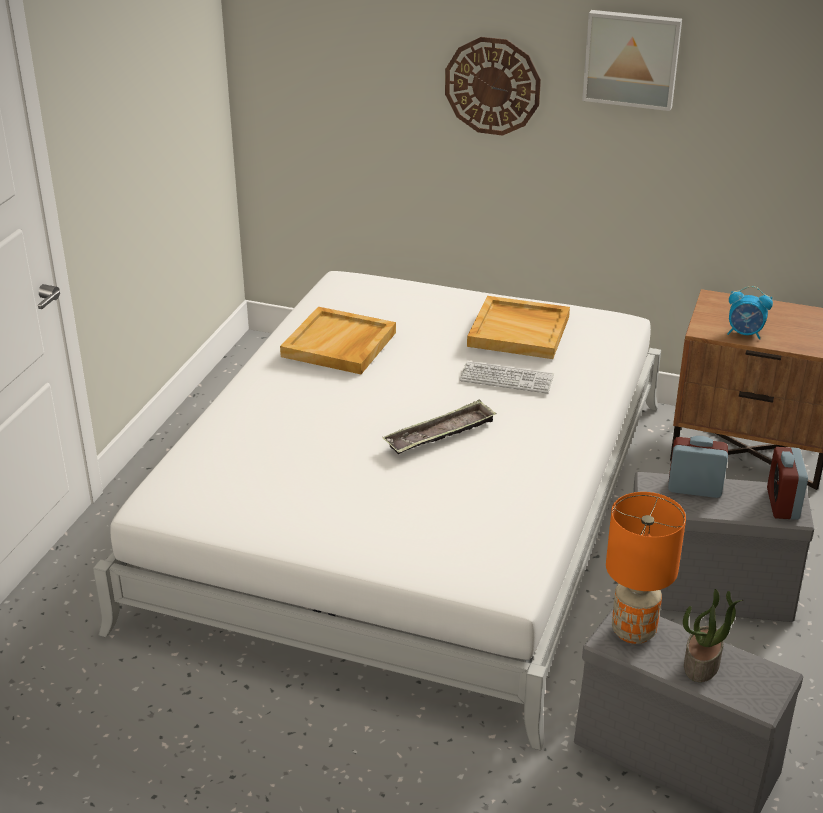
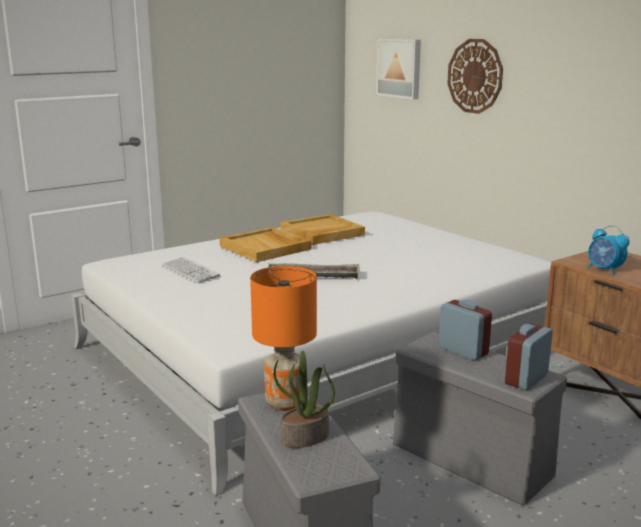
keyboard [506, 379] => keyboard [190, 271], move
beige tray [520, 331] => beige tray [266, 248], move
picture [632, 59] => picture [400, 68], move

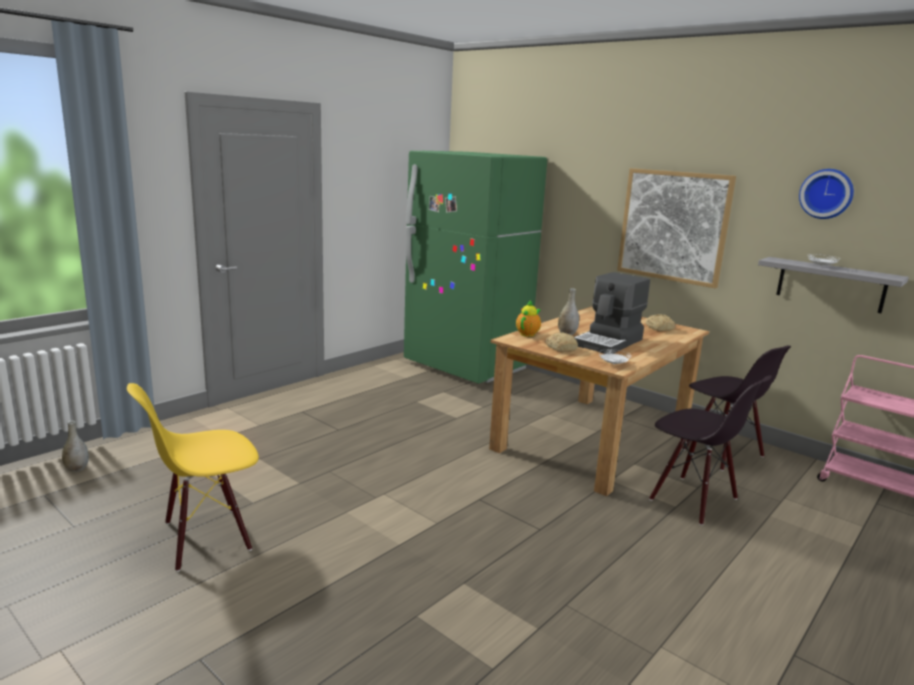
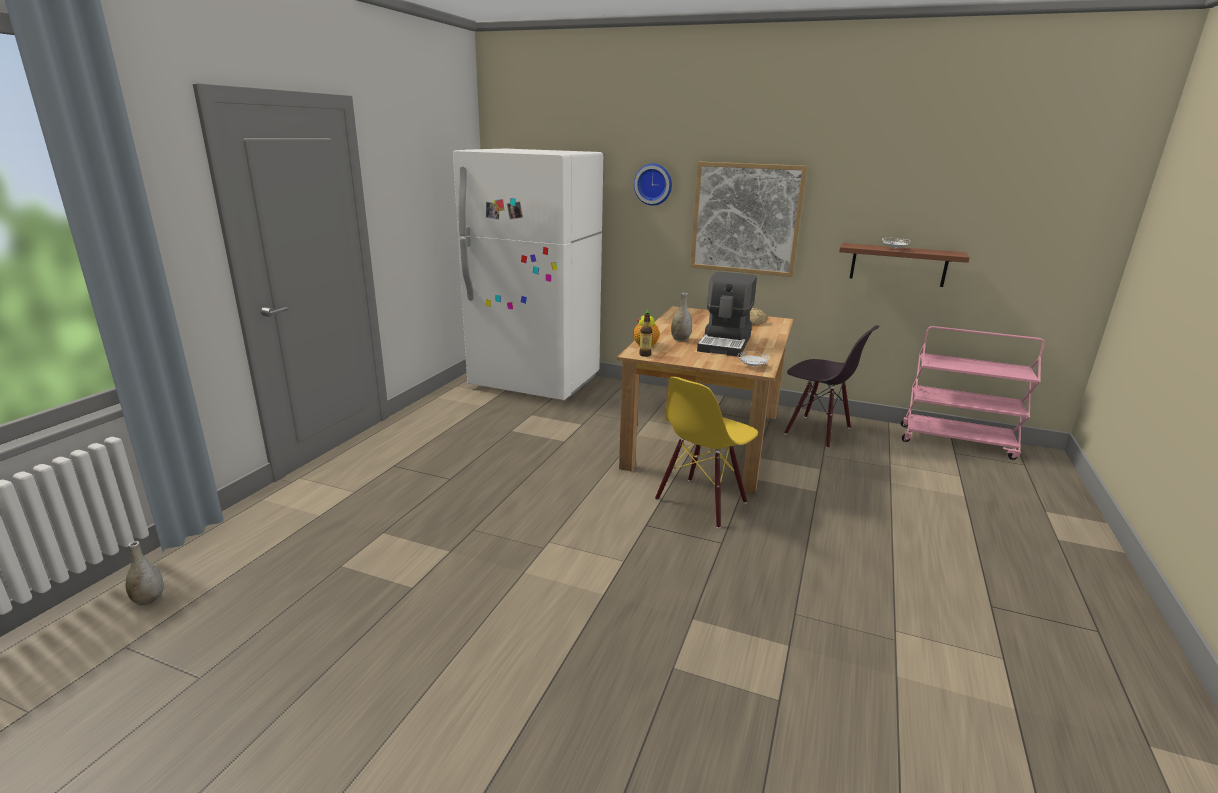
green fridge [466, 366] => white fridge [535, 382]
wall clock [826, 193] => wall clock [653, 184], move
nothing => bottle [645, 355]
yellow chair [206, 537] => yellow chair [701, 502], move
grey shelf [830, 284] => brown shelf [898, 265]
bread [561, 348] => nothing
black chair [693, 500] => nothing

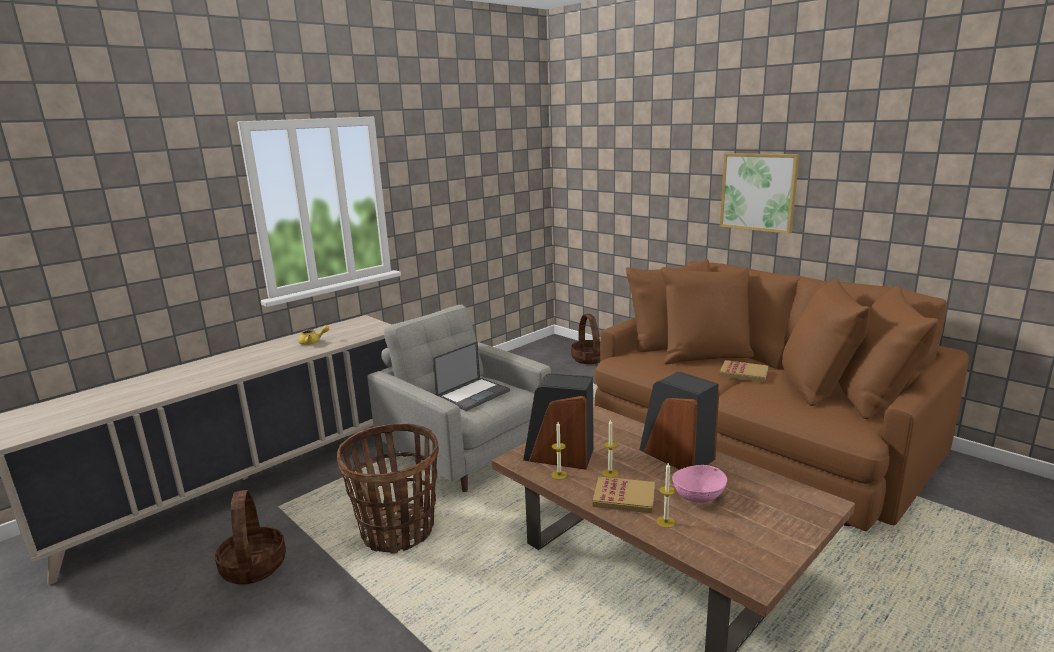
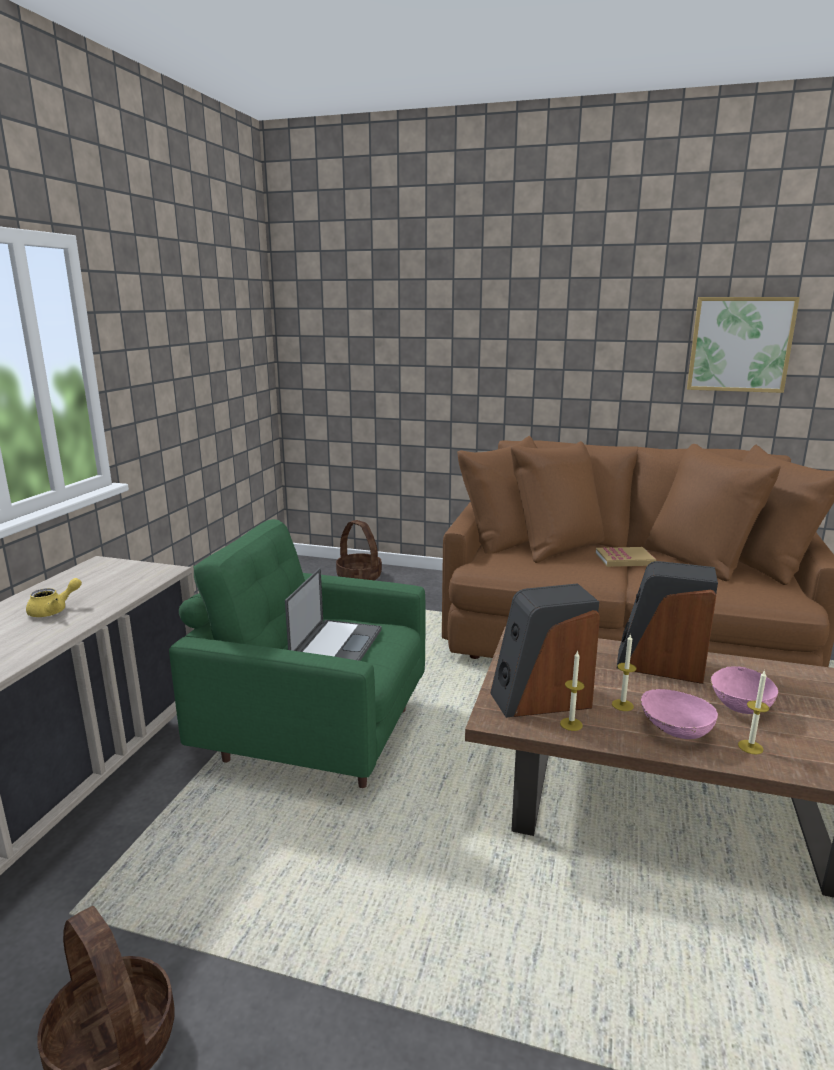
grey armchair [465, 453] => green armchair [314, 733]
book [624, 497] => pink bowl [674, 731]
picture [758, 192] => picture [740, 344], move
basket [398, 530] => nothing

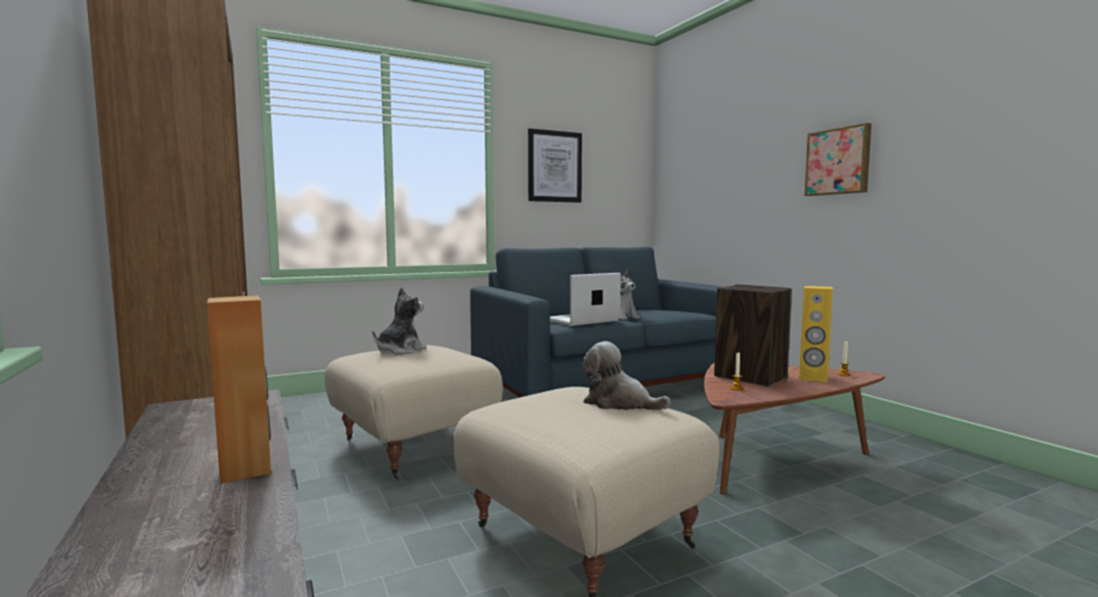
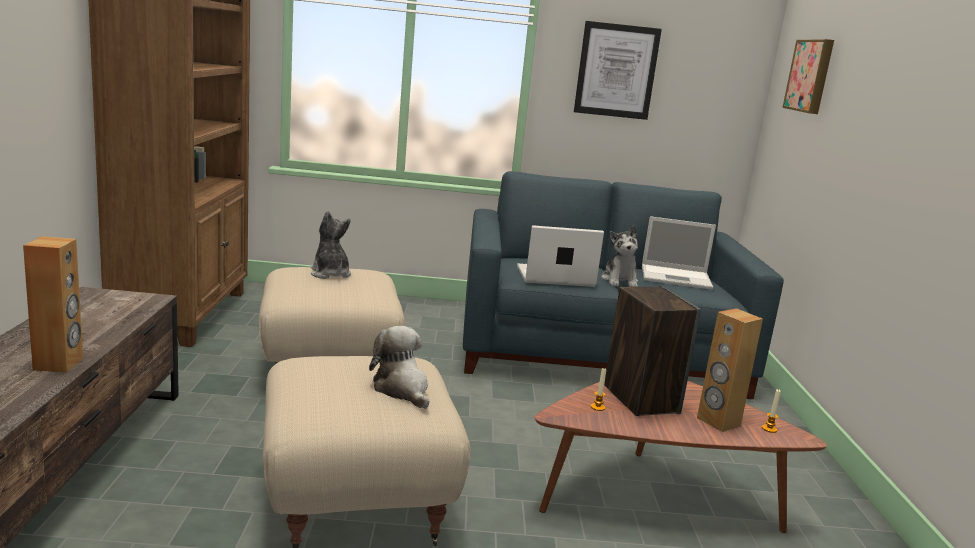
plush toy [400, 350] => plush toy [330, 274], 90 degrees counterclockwise
nothing => laptop [677, 277]
yellow speaker [813, 378] => brown speaker [718, 422]
picture [838, 161] => picture [811, 76], move

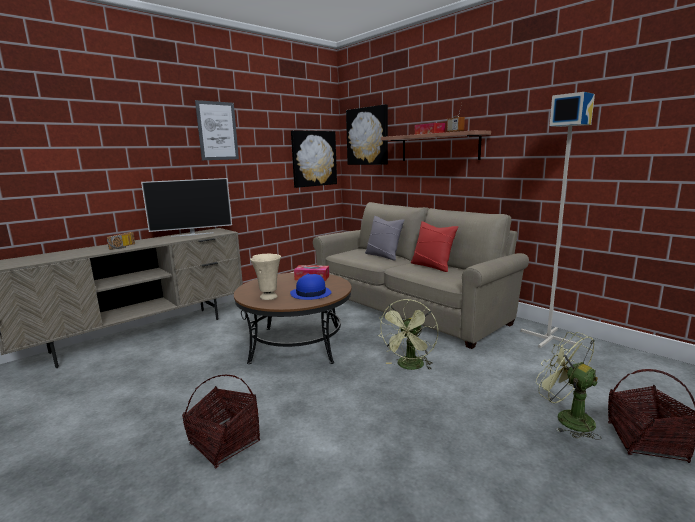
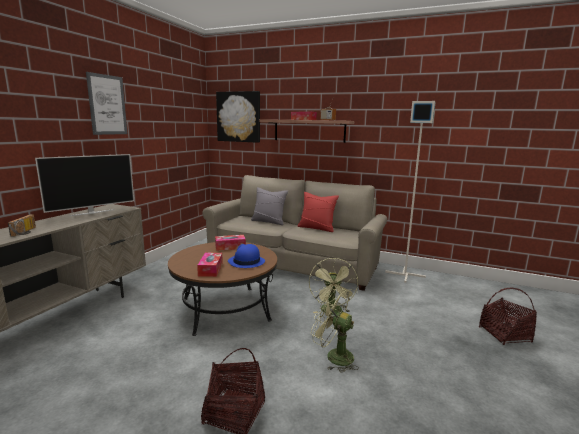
beige vase [268, 297] => tissue box [210, 269]
green fan [566, 418] => green fan [333, 356], move
picture [314, 158] => nothing

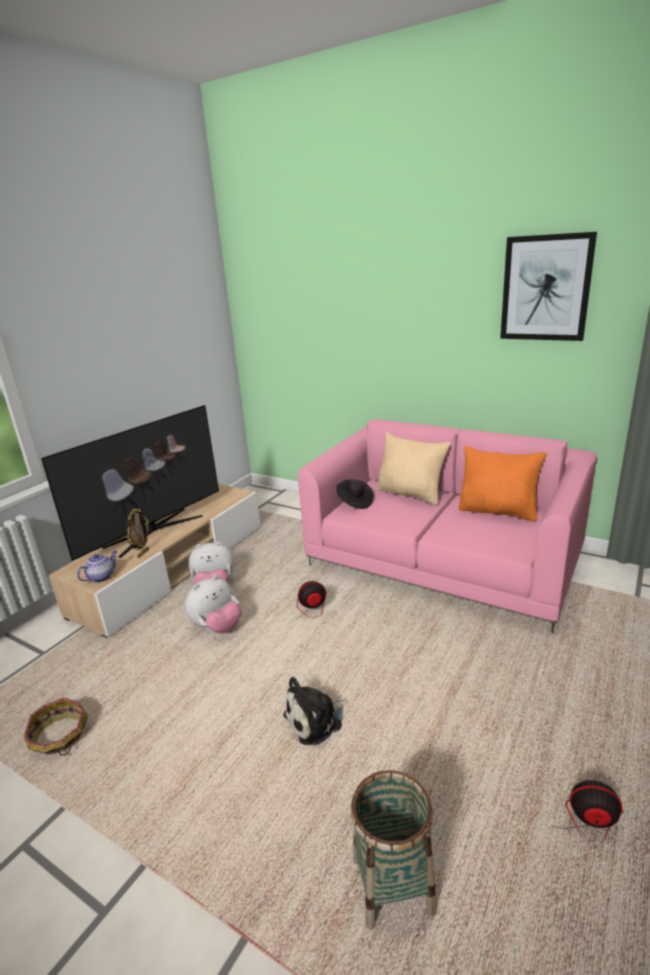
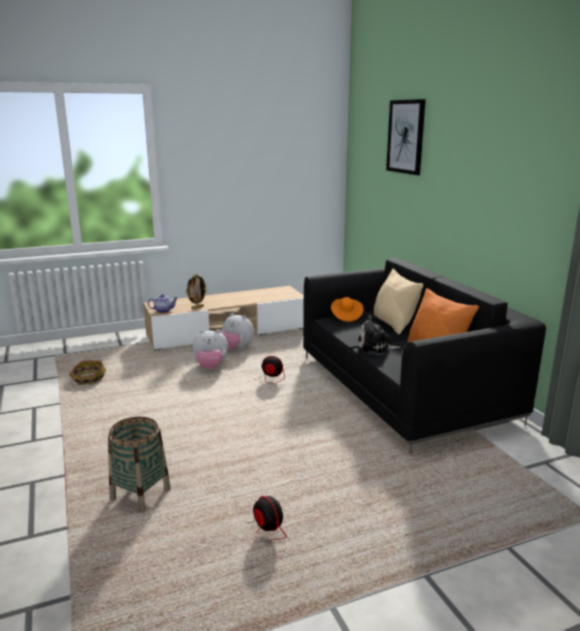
pink sofa [444, 559] => black sofa [404, 388]
black hat [354, 502] => orange hat [346, 316]
plush toy [316, 720] => plush toy [376, 348], move
picture [545, 288] => picture [406, 137], move
television [153, 531] => nothing

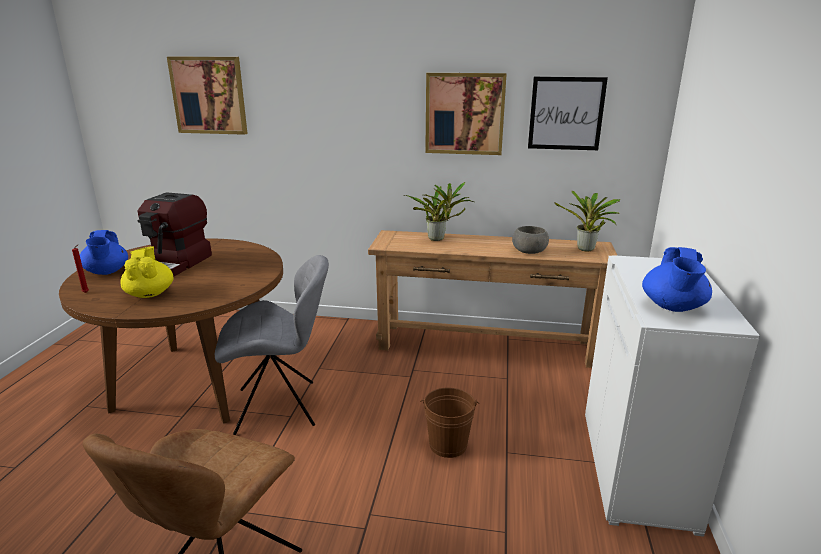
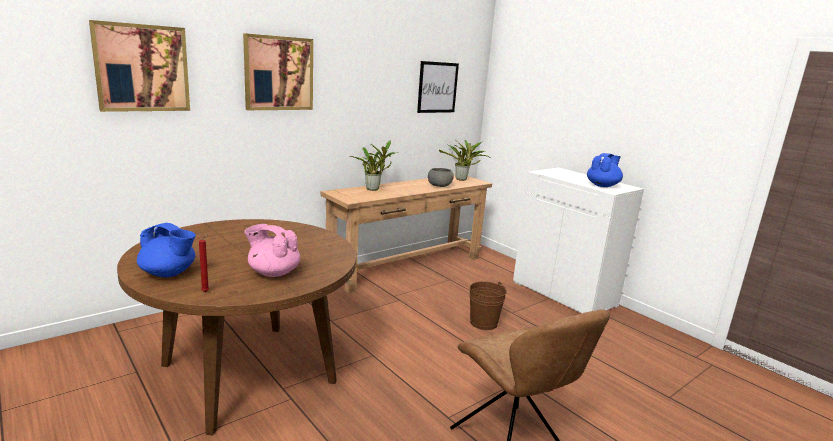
picture [464, 114] => picture [278, 73], move
yellow teapot [150, 293] => pink teapot [273, 272]
blue teapot [673, 307] => blue teapot [603, 186], 105 degrees counterclockwise
coffee machine [175, 264] => nothing
grey chair [280, 407] => nothing

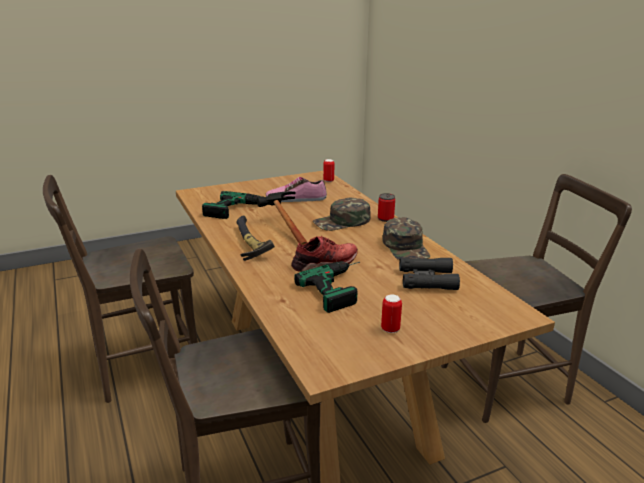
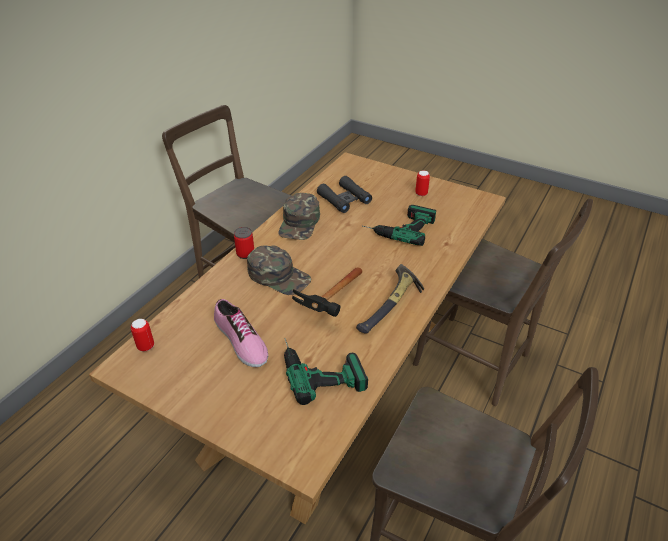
green cap [406, 247] => green cap [300, 223], 150 degrees clockwise
red shoe [325, 263] => nothing

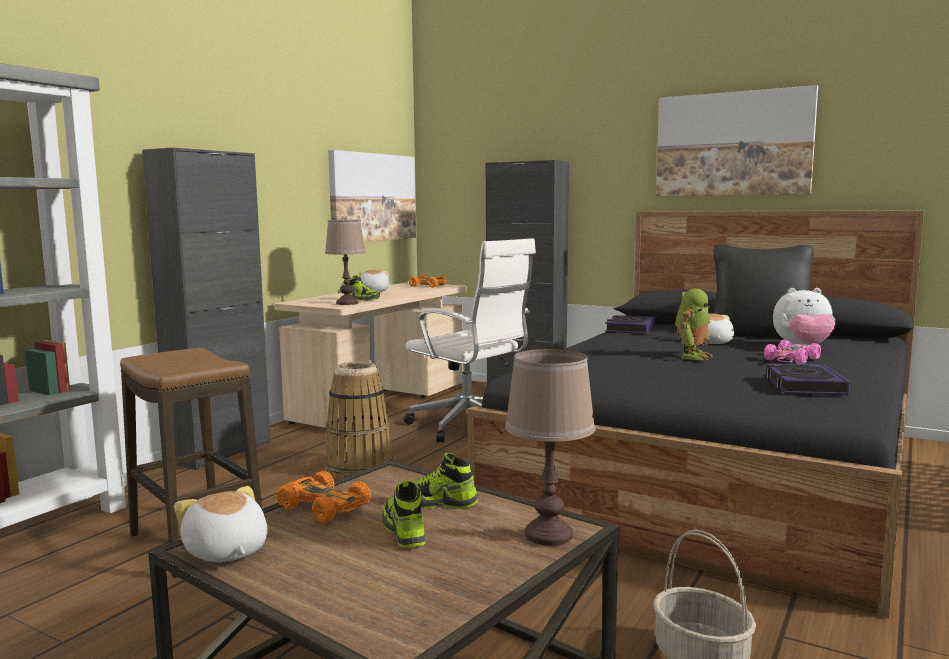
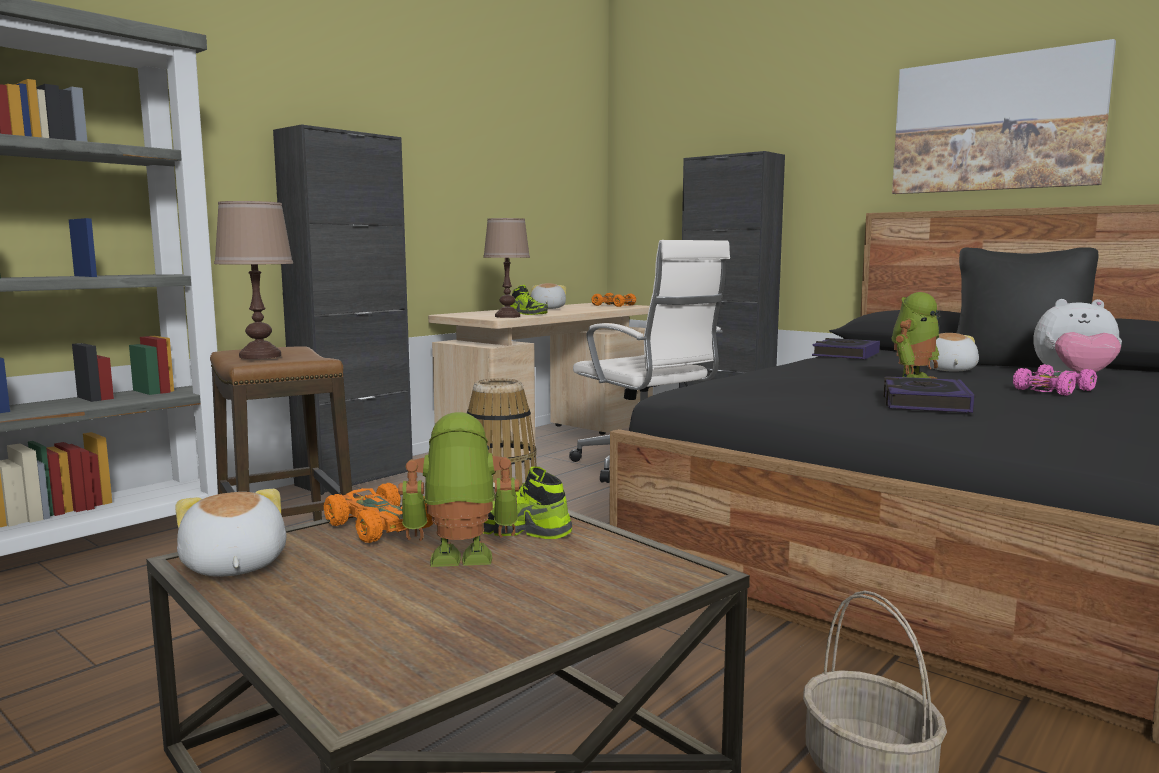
brown table lamp [549, 534] => brown table lamp [261, 356], move
shoe [403, 531] => toy robot [460, 559]
book [803, 386] => book [924, 403], move
picture [372, 197] => nothing

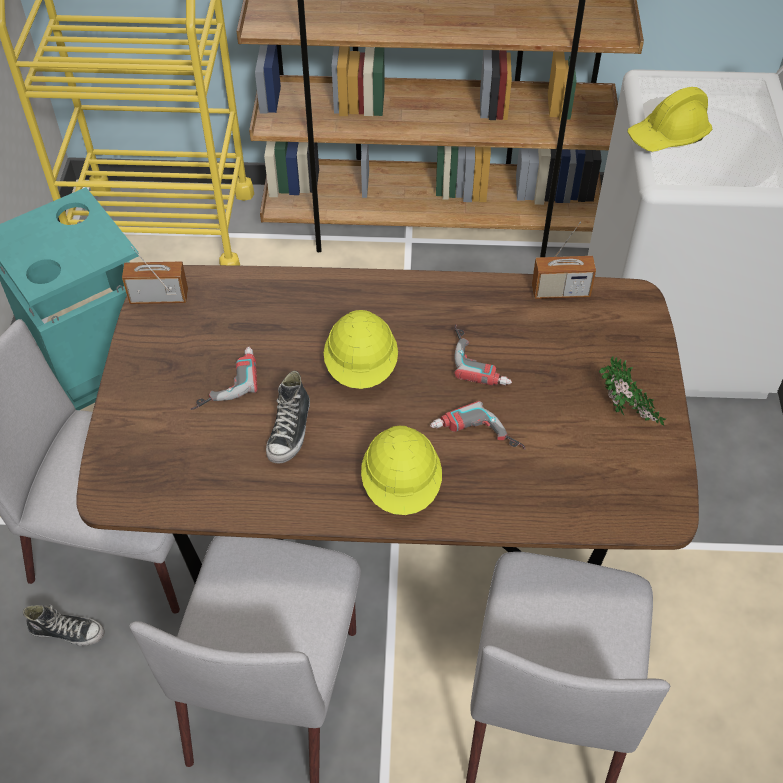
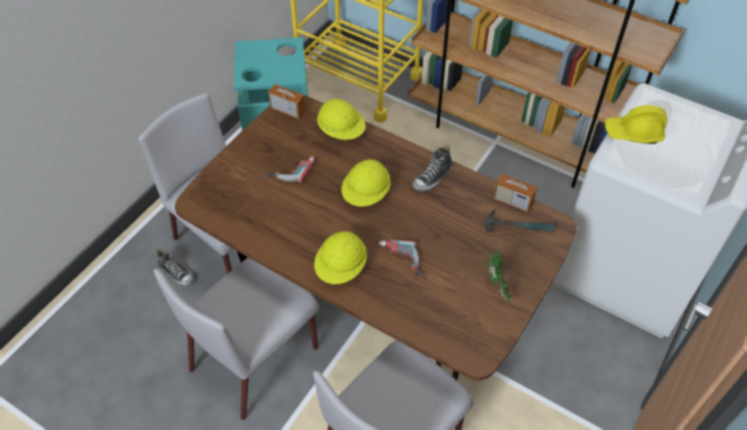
nothing => yellow hard hat [341, 131]
shoe [290, 431] => shoe [432, 178], move
nothing => hammer [519, 226]
power drill [481, 359] => nothing

